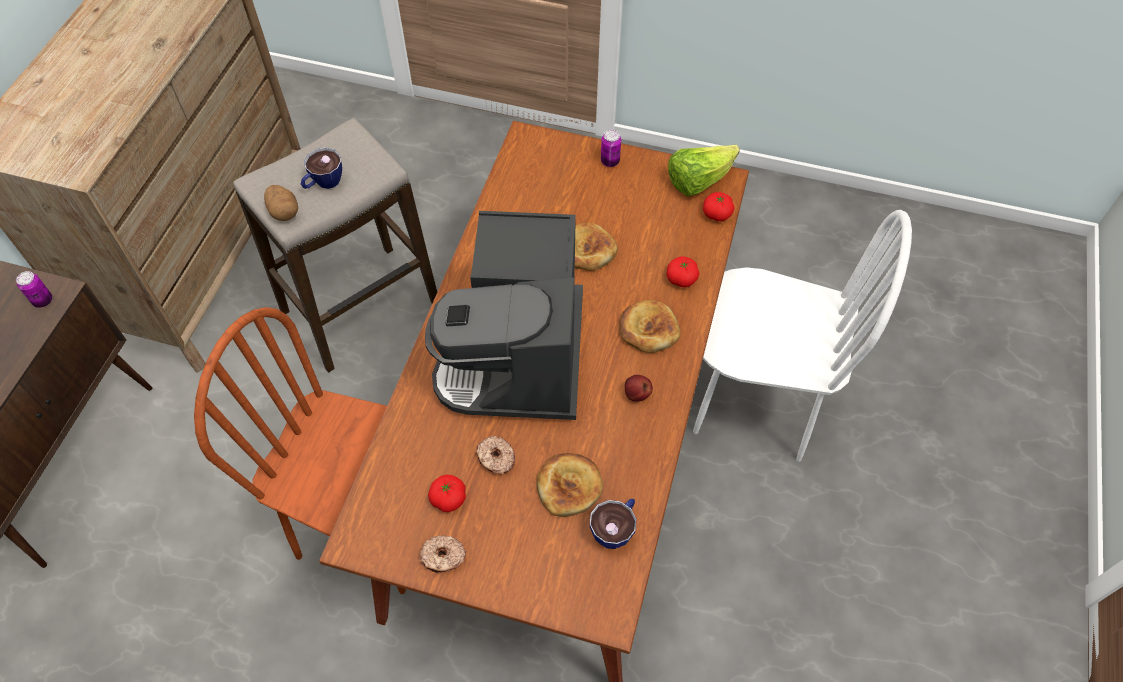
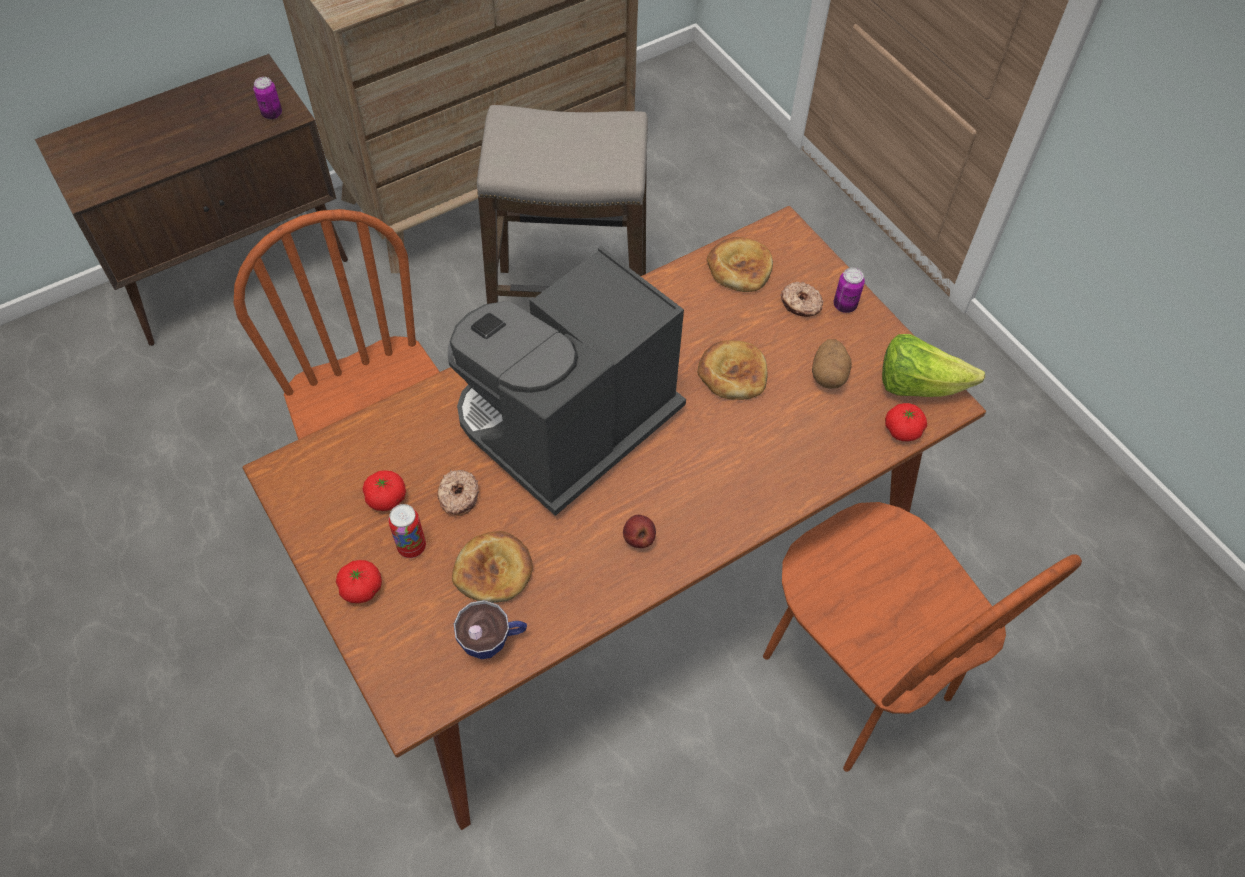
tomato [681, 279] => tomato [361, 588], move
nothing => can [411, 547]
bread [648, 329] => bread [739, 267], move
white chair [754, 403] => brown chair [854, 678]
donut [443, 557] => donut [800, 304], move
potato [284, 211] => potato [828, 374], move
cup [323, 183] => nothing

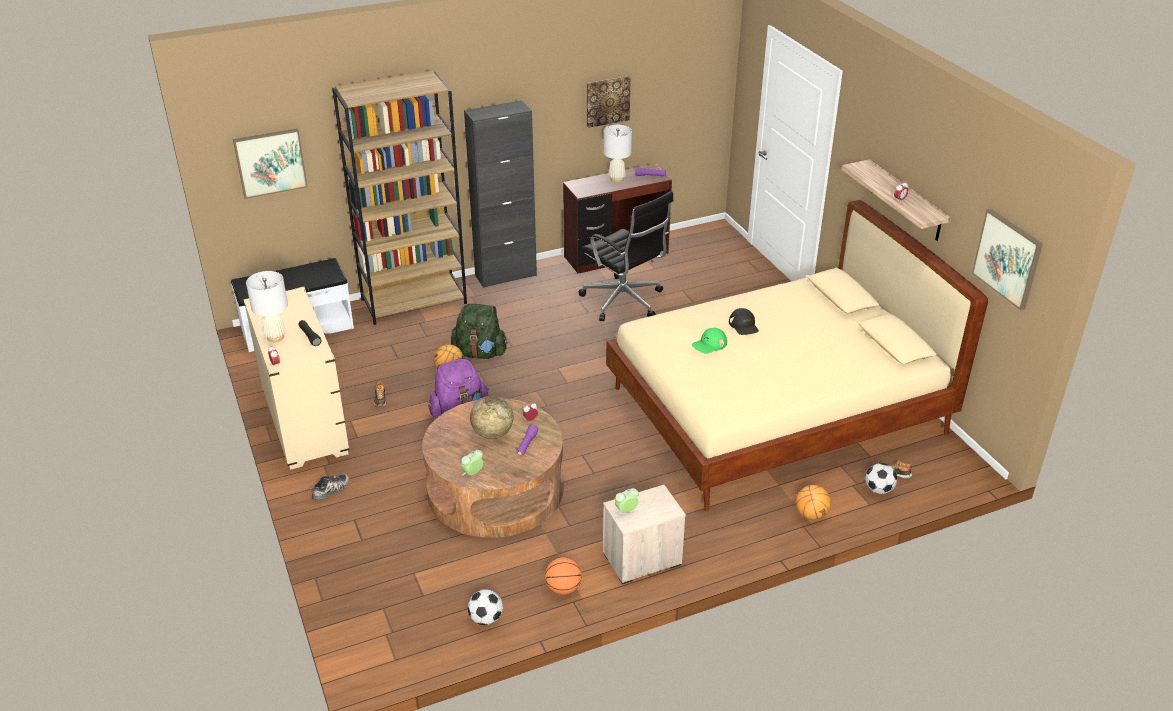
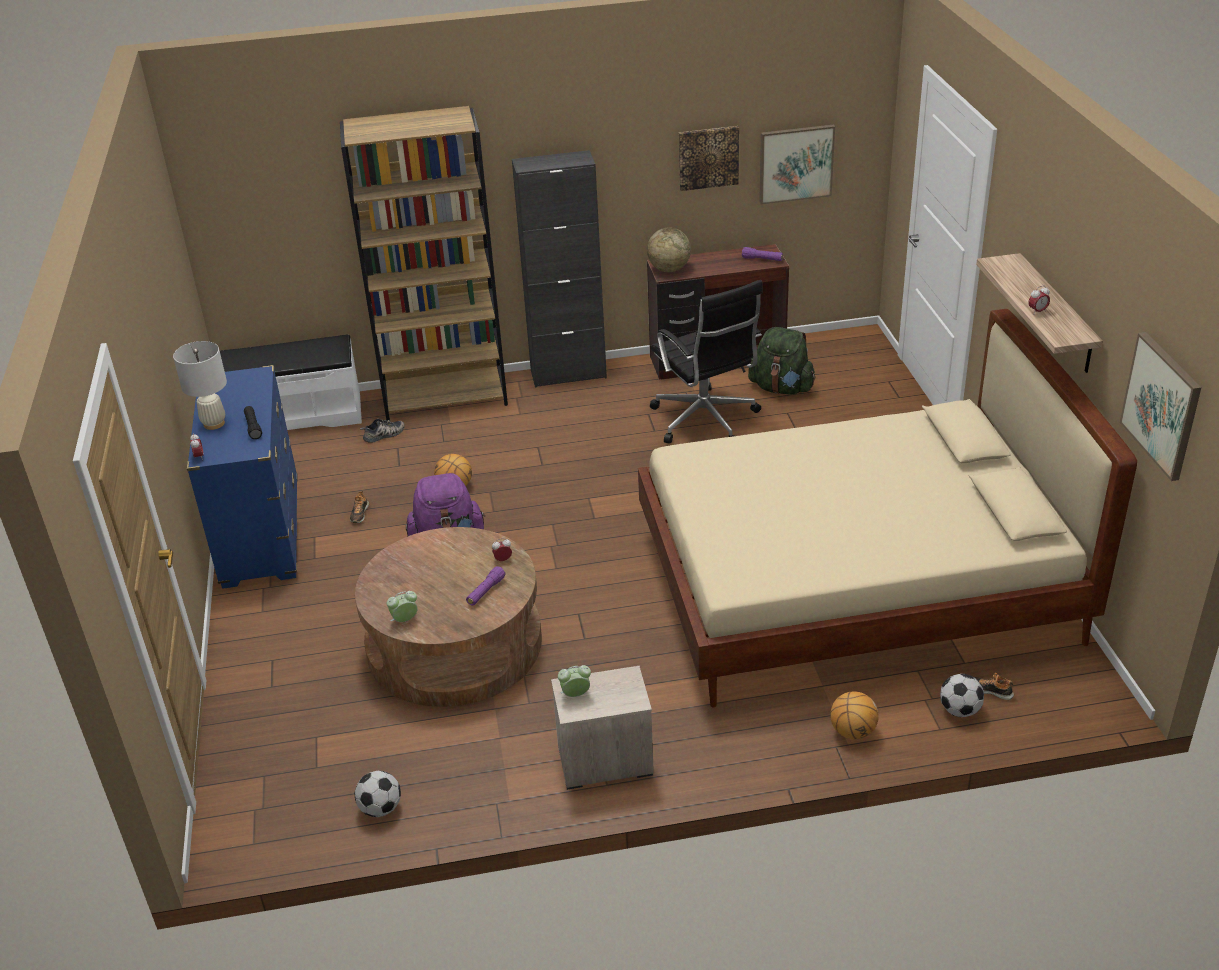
beige dresser [305, 423] => blue dresser [261, 533]
shoe [331, 490] => shoe [384, 435], move
globe [492, 433] => globe [669, 269], move
green backpack [480, 353] => green backpack [781, 388], move
picture [270, 162] => picture [796, 163], move
basketball [563, 588] => nothing
white table lamp [617, 179] => nothing
green cap [709, 344] => nothing
black cap [743, 325] => nothing

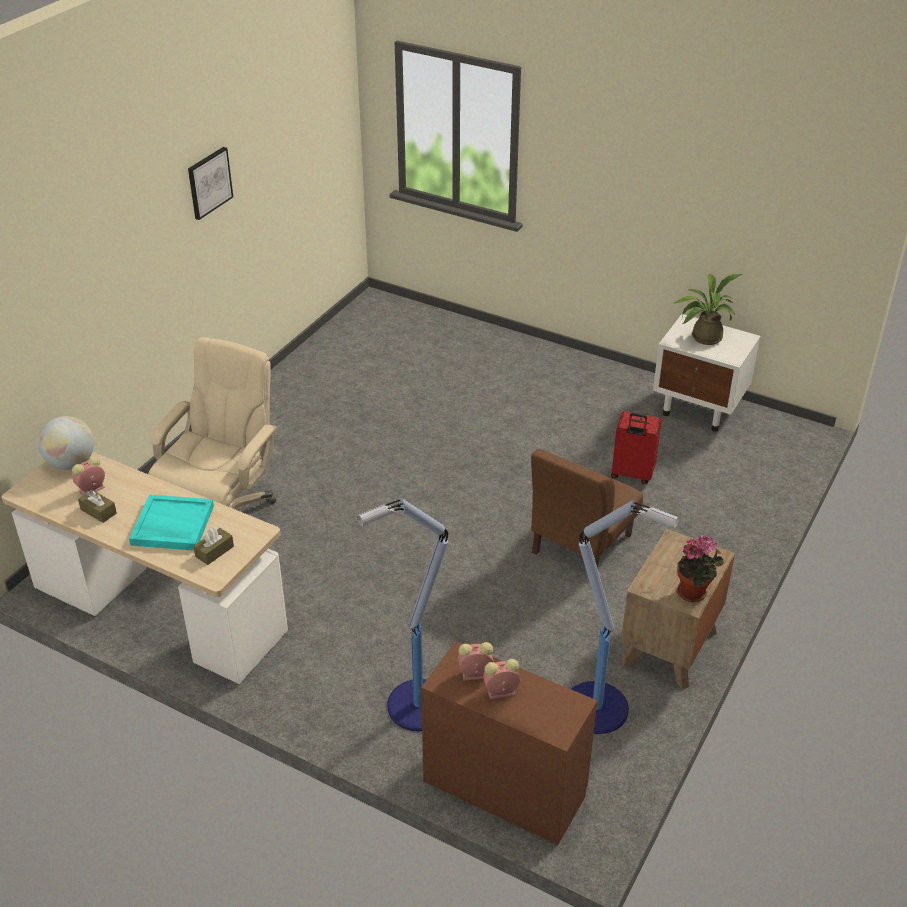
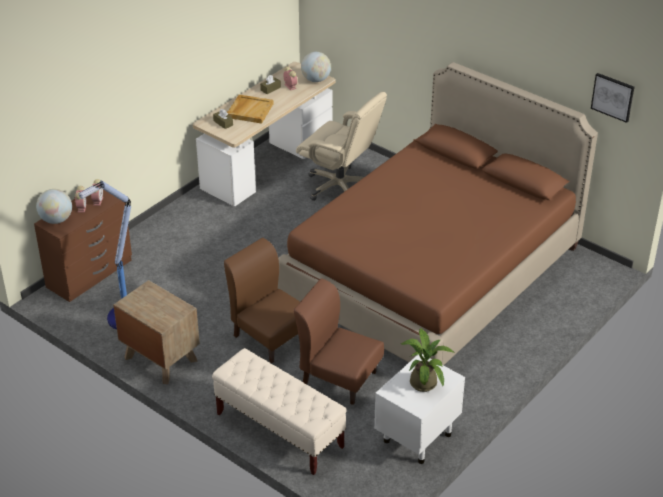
nothing => globe [56, 220]
nothing => beige bench [279, 430]
turquoise tray [172, 525] => beige tray [250, 110]
nothing => brown bed [432, 273]
red suitcase [632, 474] => brown chair [339, 377]
picture [209, 182] => picture [613, 97], move
floor lamp [417, 706] => nothing
potted plant [694, 593] => nothing

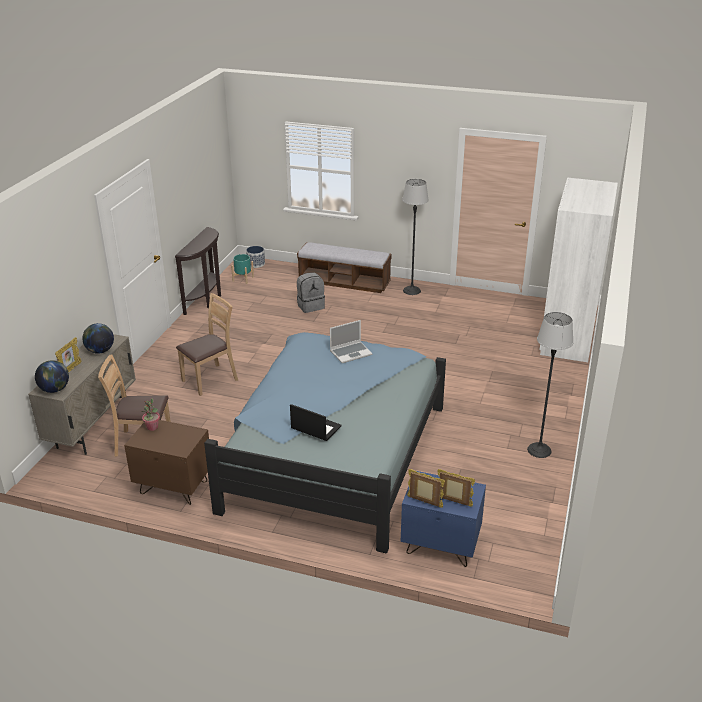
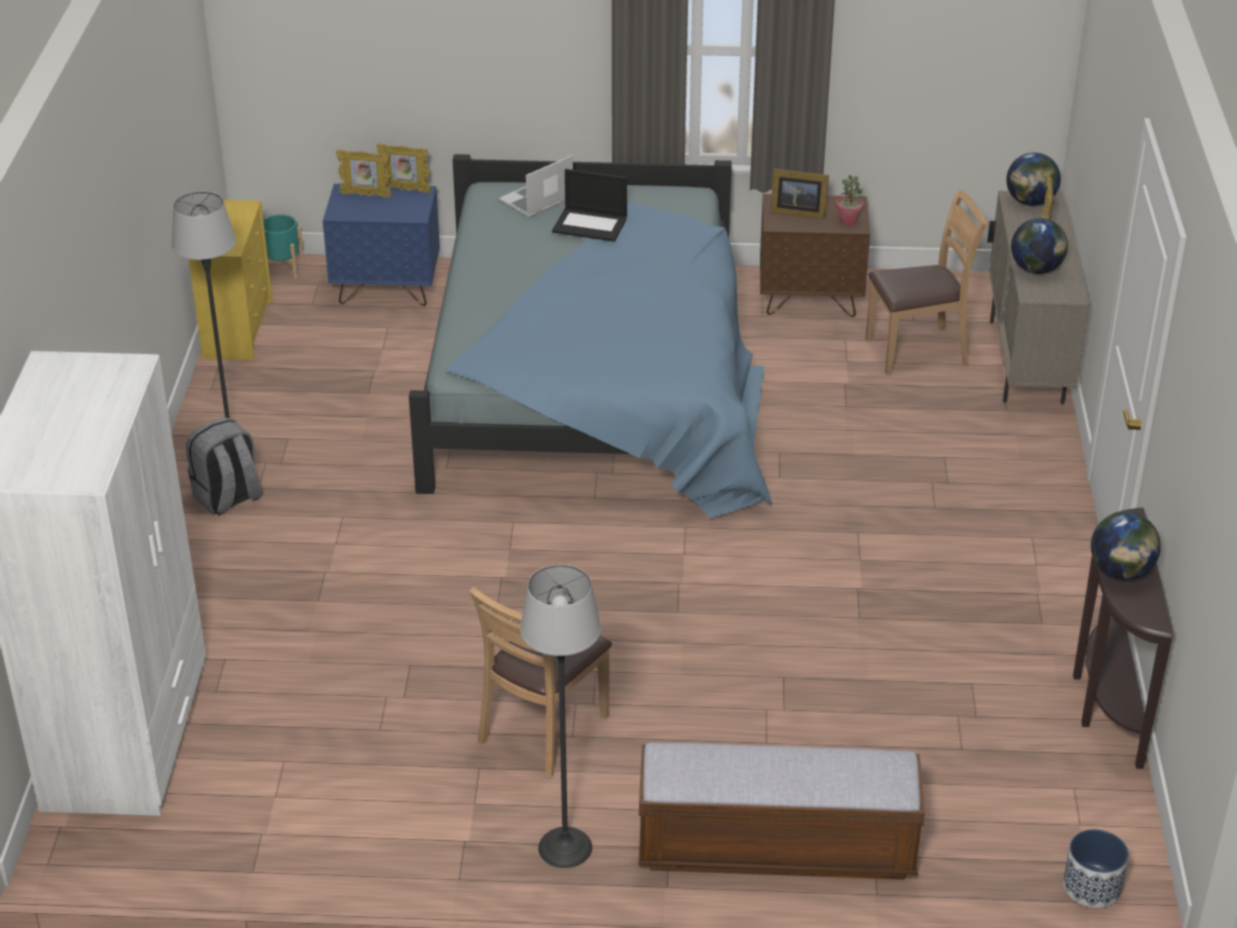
grey backpack [310, 306] => grey backpack [228, 498], move
nothing => yellow dresser [238, 329]
turquoise planter [243, 279] => turquoise planter [283, 268], move
brown chair [210, 380] => brown chair [544, 730], move
laptop [351, 353] => laptop [536, 201], move
nothing => picture frame [796, 212]
nothing => globe [1121, 572]

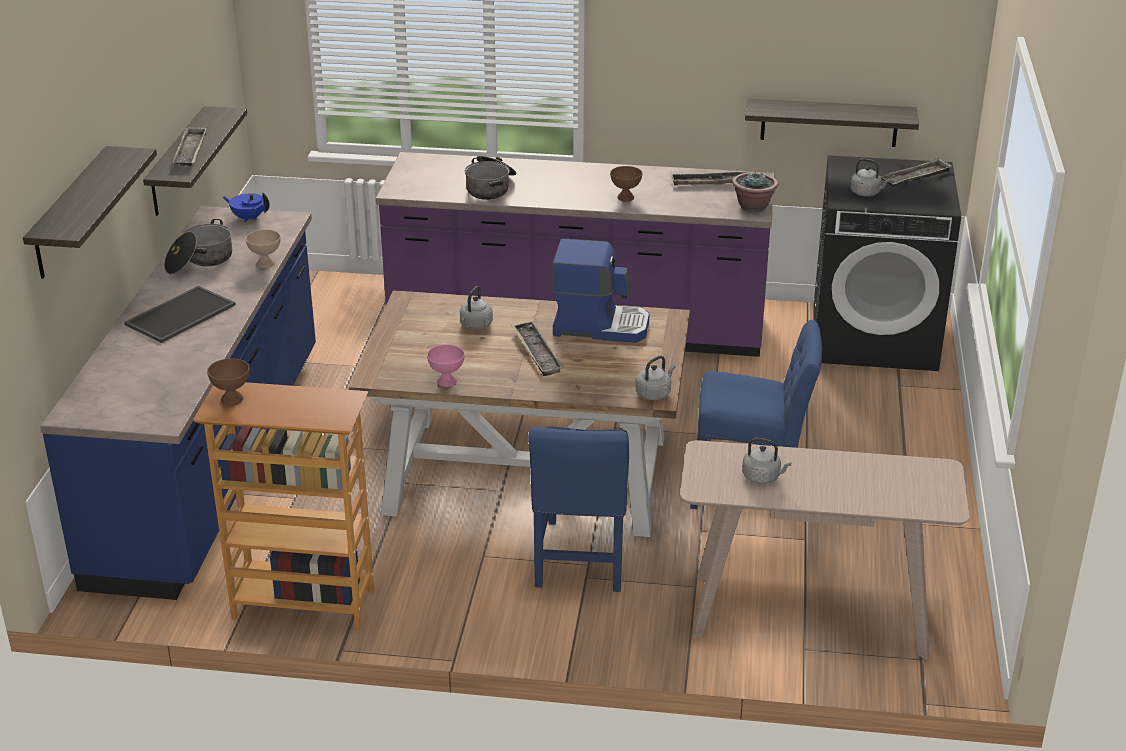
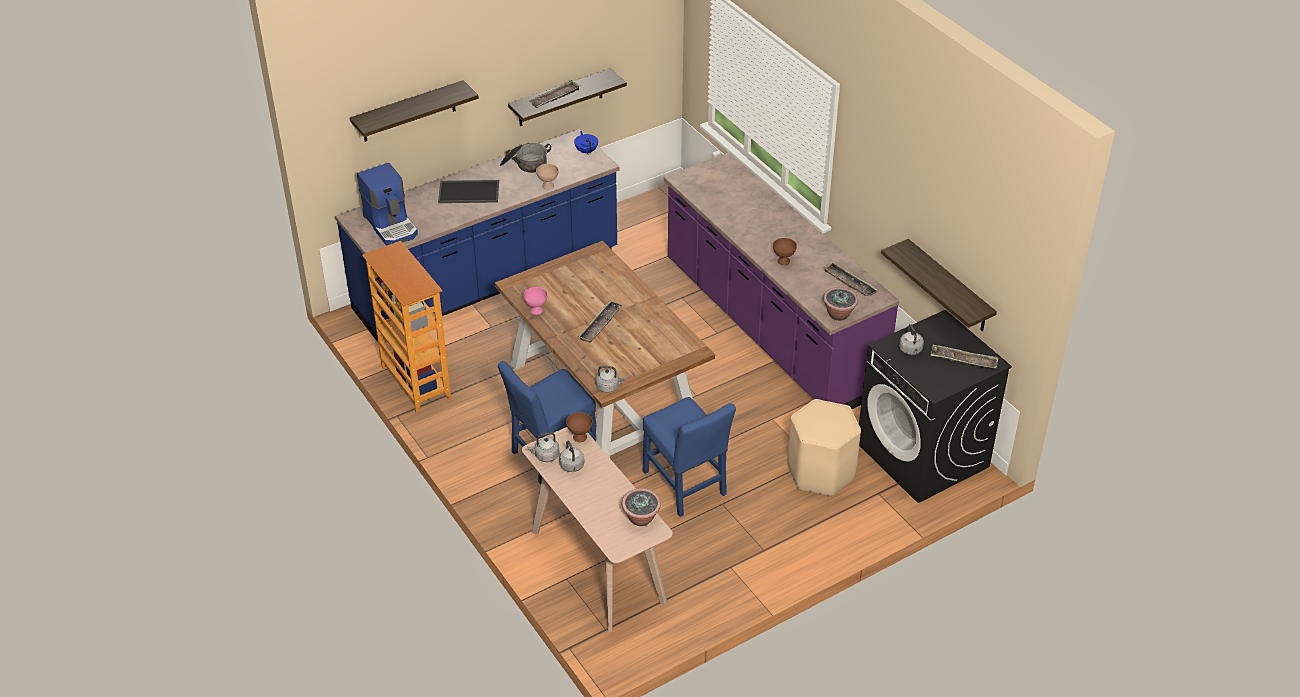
coffee machine [600, 325] => coffee machine [391, 225], move
grey kettle [475, 325] => grey kettle [545, 456], move
brown bowl [231, 400] => brown bowl [579, 437], move
nothing => potted plant [641, 519]
nothing => beige stool [821, 473]
cooking pot [491, 187] => nothing

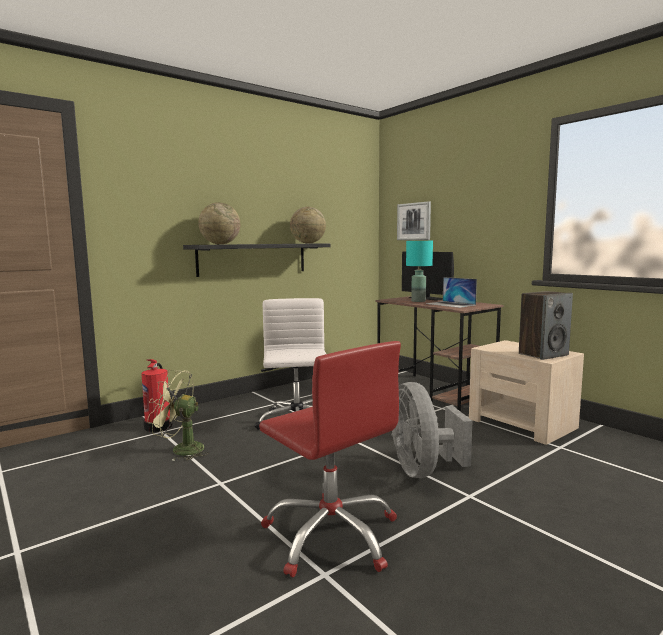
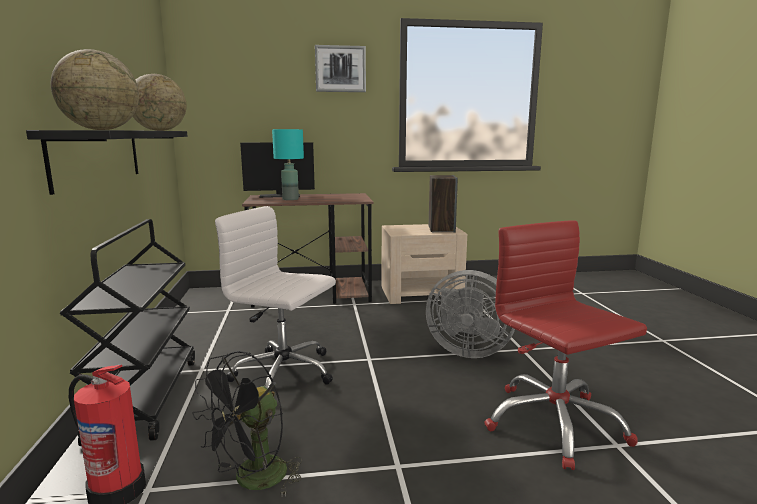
nothing => black cart [145, 397]
green fan [181, 450] => black fan [253, 481]
picture [414, 221] => picture [340, 69], move
red office chair [332, 534] => red office chair [554, 423], 105 degrees counterclockwise
laptop [450, 304] => nothing

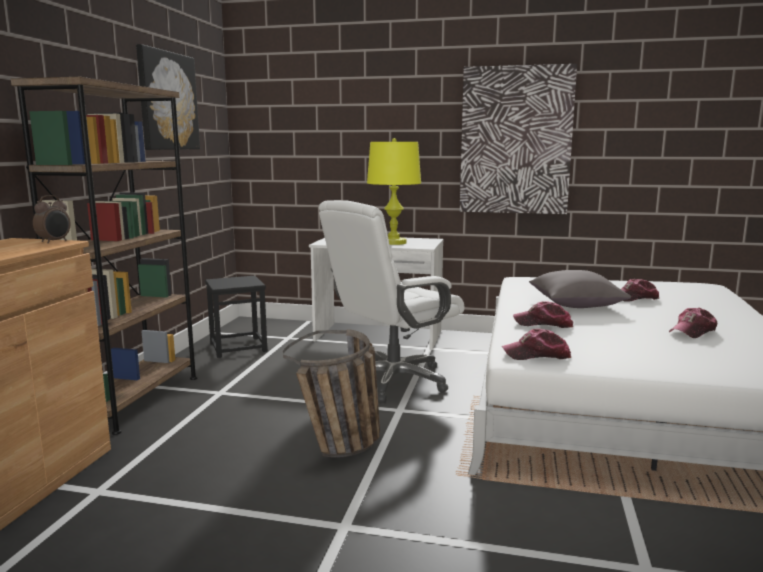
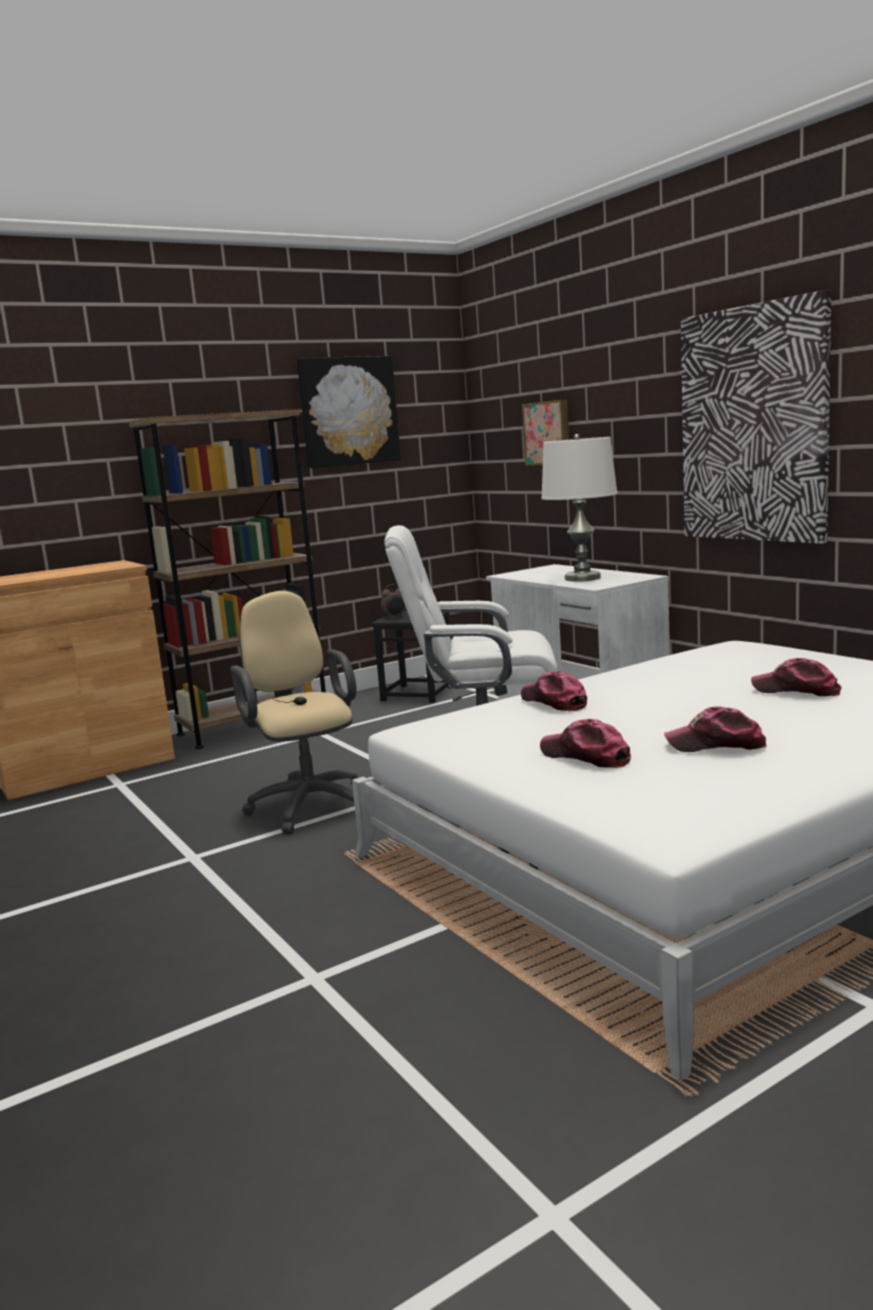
basket [342, 449] => beige office chair [308, 804]
alarm clock [55, 242] => alarm clock [395, 617], move
nothing => picture [548, 433]
cap [536, 355] => cap [585, 756], move
yellow table lamp [393, 242] => white table lamp [582, 578]
grey pillow [575, 304] => nothing

